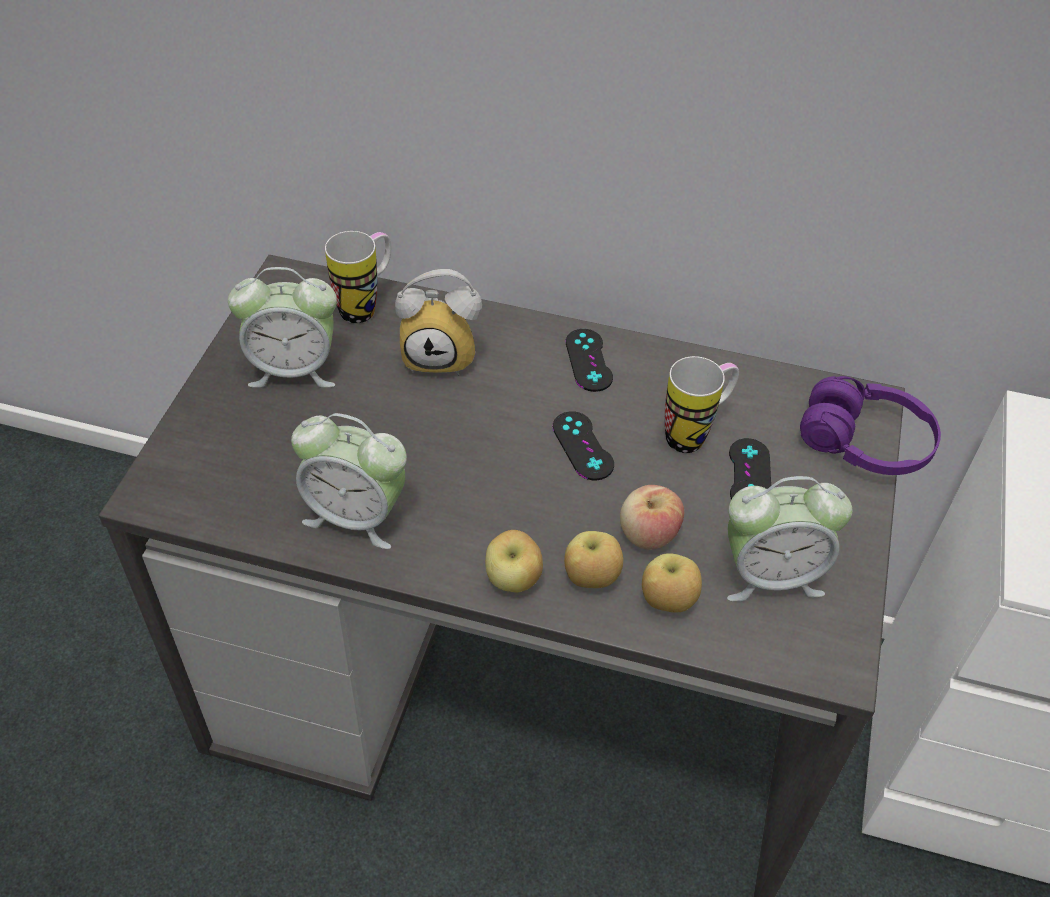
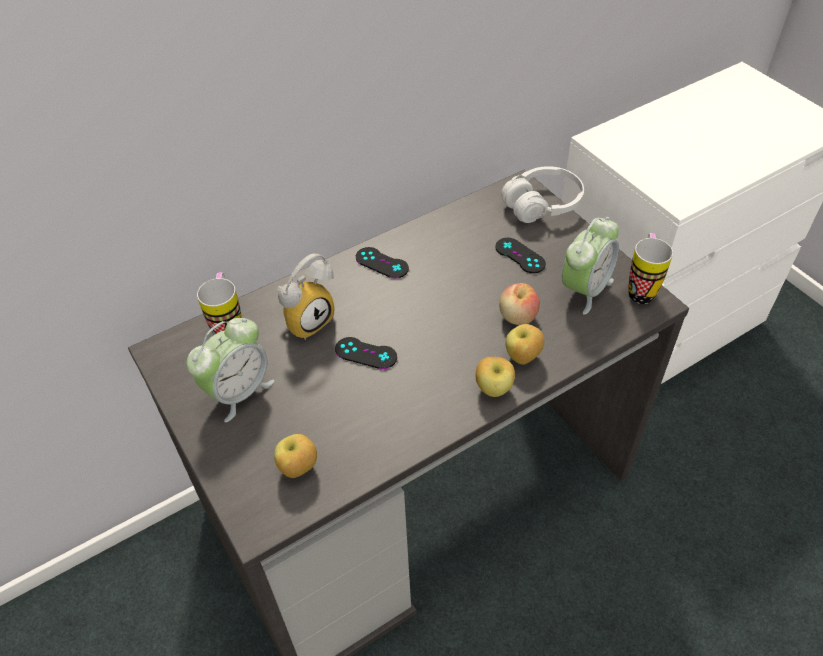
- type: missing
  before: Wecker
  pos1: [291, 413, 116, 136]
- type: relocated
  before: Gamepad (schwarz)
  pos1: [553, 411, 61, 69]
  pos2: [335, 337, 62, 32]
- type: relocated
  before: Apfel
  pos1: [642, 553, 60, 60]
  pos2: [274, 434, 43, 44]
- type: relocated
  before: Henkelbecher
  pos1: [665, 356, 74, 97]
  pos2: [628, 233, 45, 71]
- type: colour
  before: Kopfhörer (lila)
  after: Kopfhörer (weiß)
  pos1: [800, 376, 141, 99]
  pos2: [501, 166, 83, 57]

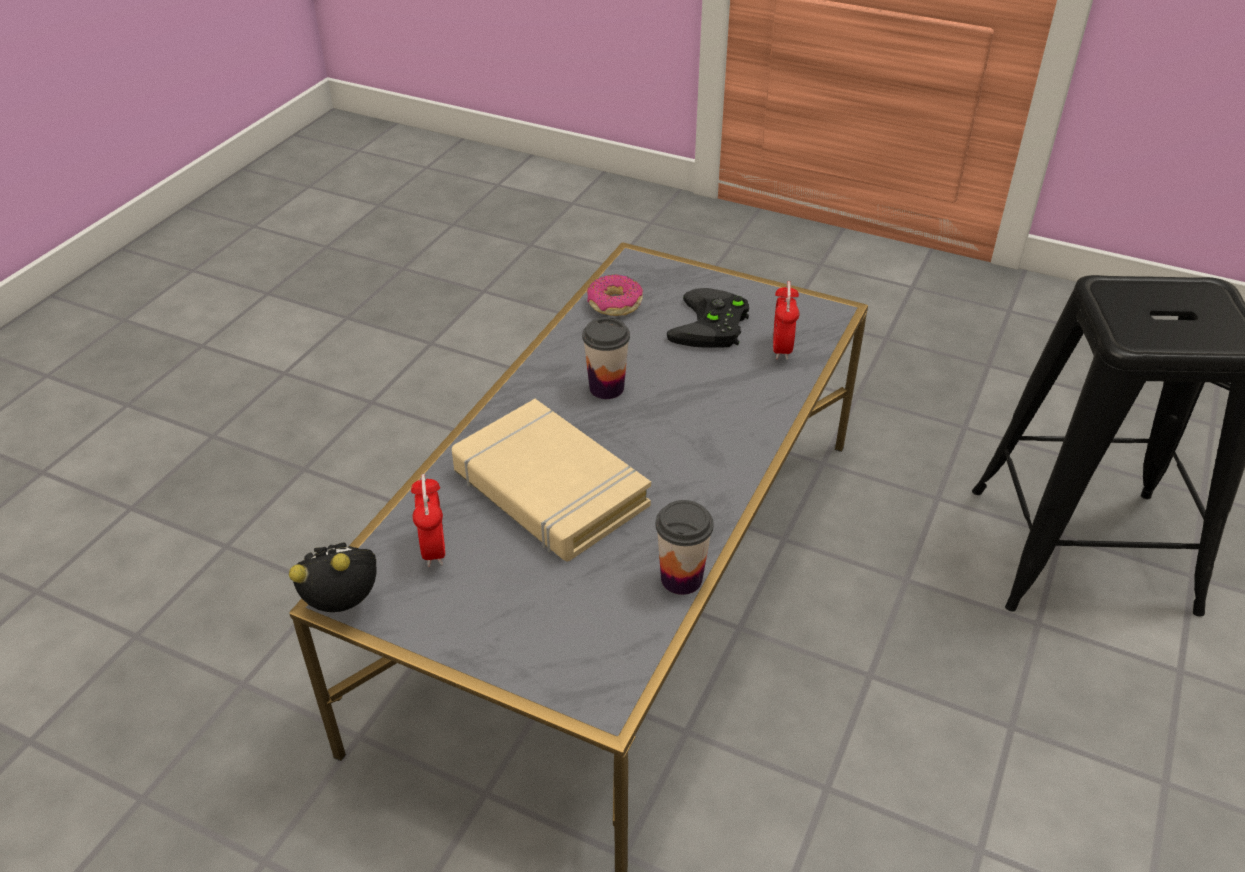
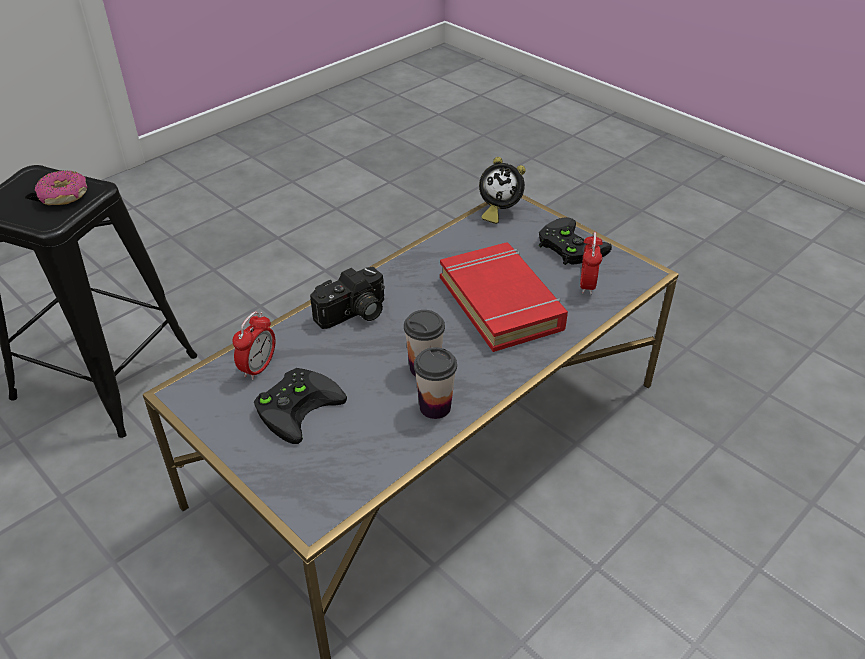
- type: relocated
  before: Wecker
  pos1: [289, 542, 88, 70]
  pos2: [479, 157, 47, 67]
- type: colour
  before: Buch (beige)
  after: Buch (rot)
  pos1: [452, 399, 199, 162]
  pos2: [440, 243, 128, 109]
- type: relocated
  before: Donut
  pos1: [587, 275, 56, 41]
  pos2: [35, 170, 52, 35]
- type: relocated
  before: Tasse
  pos1: [656, 500, 58, 95]
  pos2: [414, 347, 43, 72]
- type: appeared
  after: Kamera
  pos2: [310, 267, 75, 62]
- type: appeared
  after: Gamepad (schwarz)
  pos2: [539, 217, 73, 48]

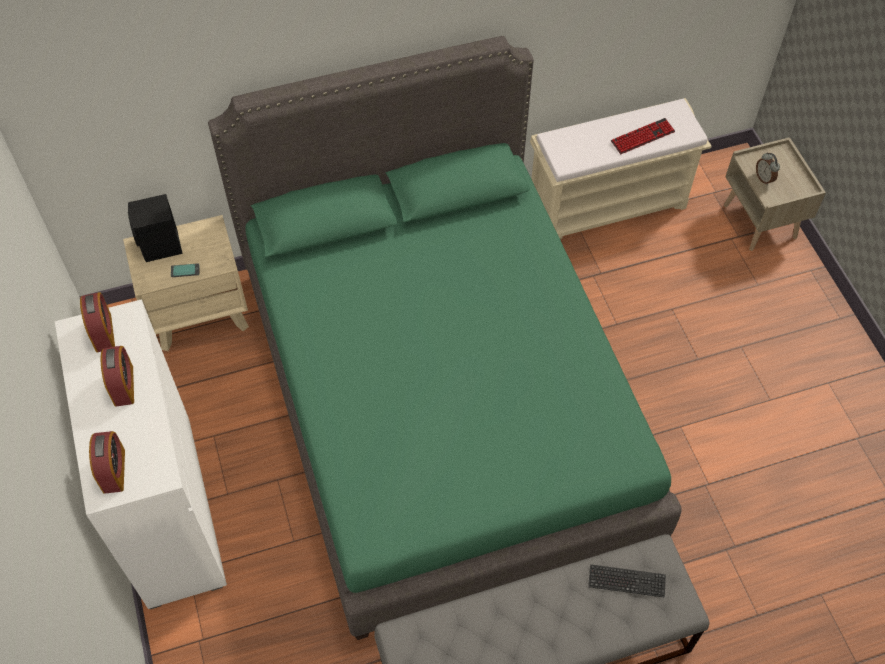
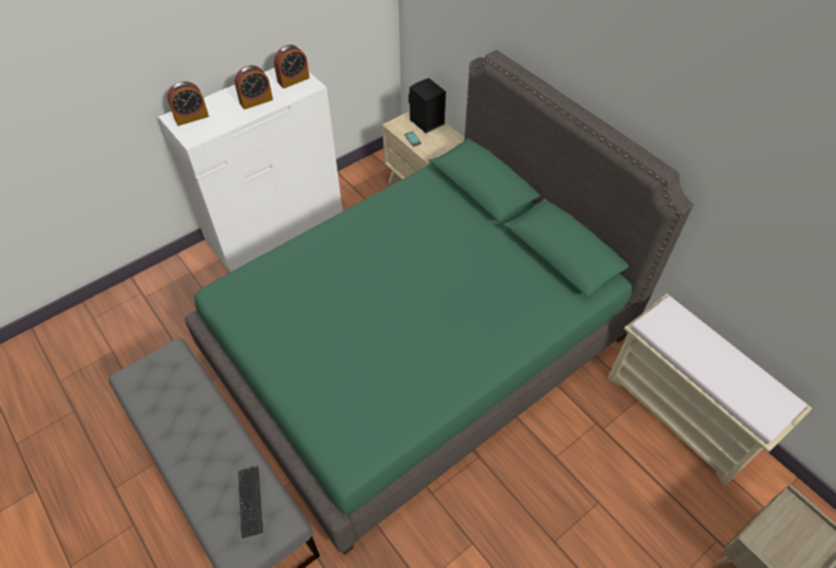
- type: missing
  before: Tastatur
  pos1: [611, 118, 64, 36]
- type: missing
  before: Wecker
  pos1: [756, 152, 24, 33]

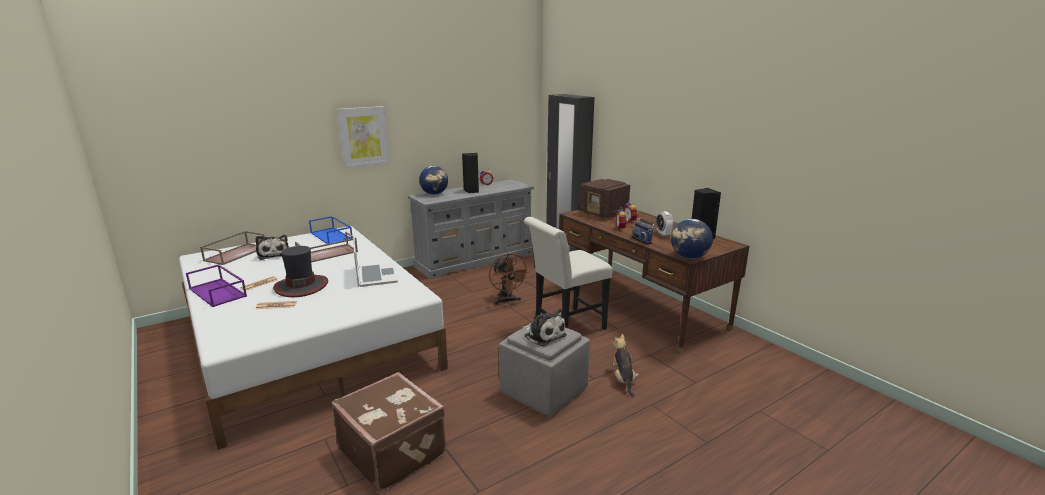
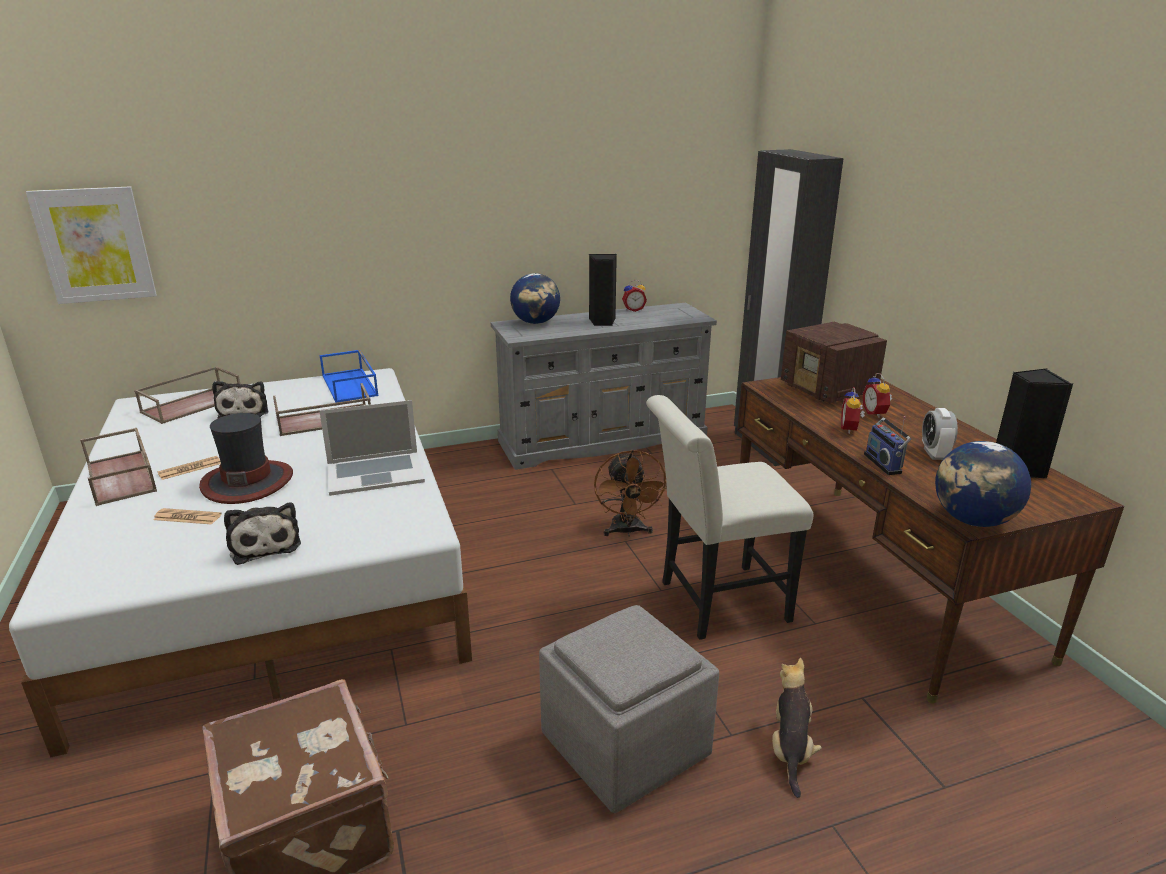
- type: colour
  before: Tablett (lila)
  after: Tablett (braun)
  pos1: [186, 264, 61, 43]
  pos2: [80, 428, 77, 78]
- type: relocated
  before: Bild
  pos1: [337, 106, 52, 62]
  pos2: [26, 186, 131, 118]
- type: spun
  before: Laptop
  pos1: [353, 236, 45, 51]
  pos2: [319, 400, 106, 96]
  turn: 75
- type: relocated
  before: Plüschtier
  pos1: [523, 309, 44, 38]
  pos2: [224, 502, 77, 63]

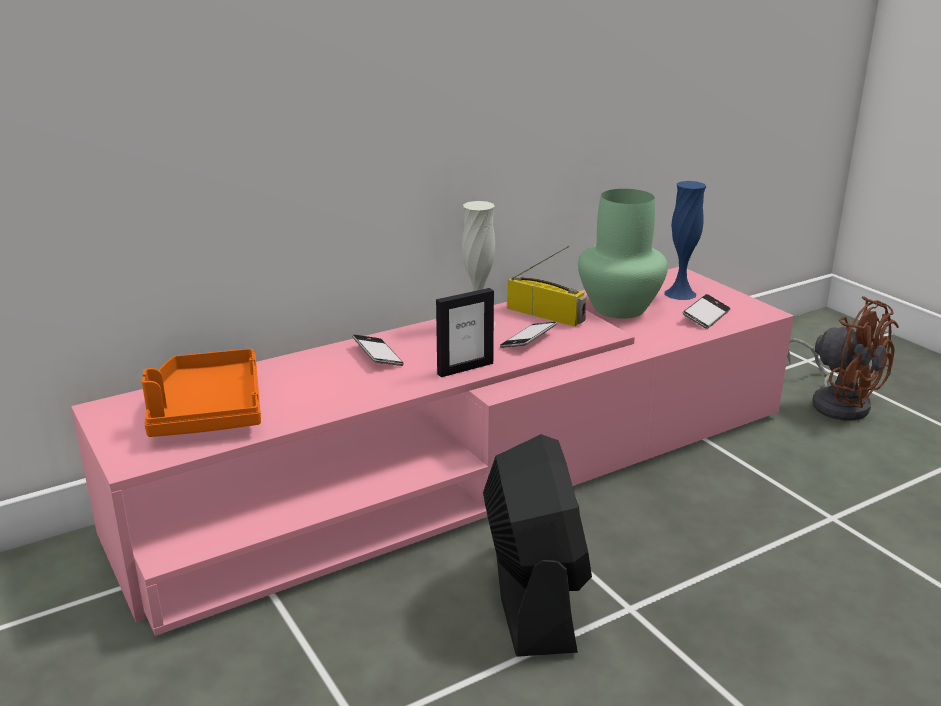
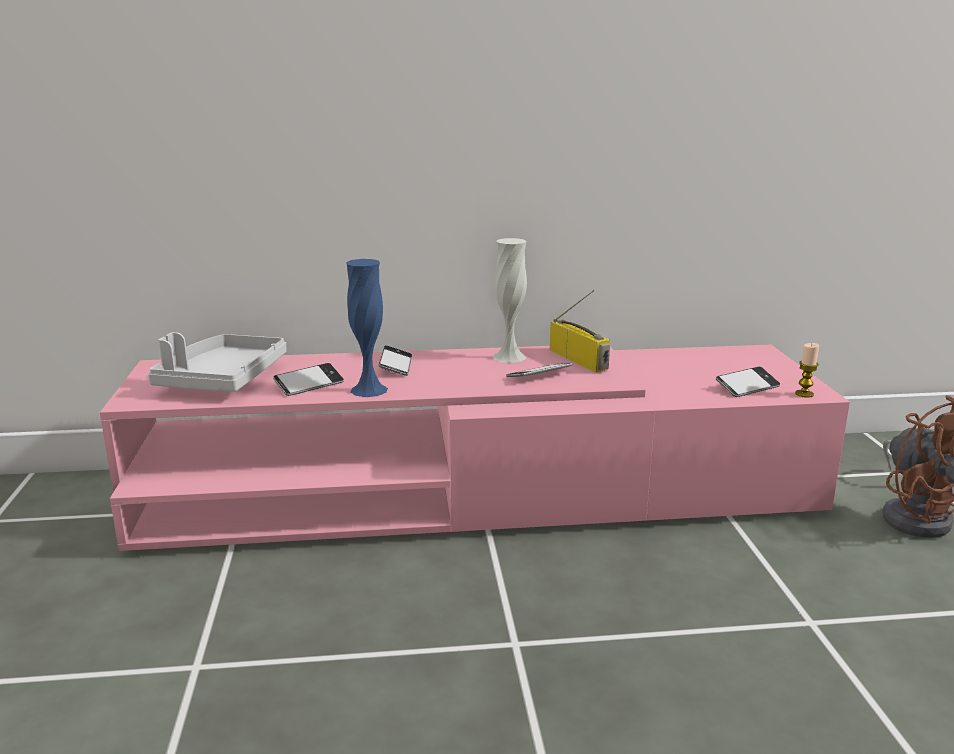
- type: colour
  before: Tablett (orange)
  after: Tablett (grau)
  pos1: [142, 348, 119, 89]
  pos2: [148, 332, 139, 60]
- type: missing
  before: Bilderrahmen
  pos1: [436, 288, 58, 89]
- type: missing
  before: Ventilator (schwarz)
  pos1: [483, 434, 109, 223]
- type: missing
  before: Vase (grün)
  pos1: [578, 189, 90, 130]
- type: relocated
  before: Vase (blau)
  pos1: [664, 181, 42, 119]
  pos2: [346, 259, 42, 138]
- type: appeared
  after: Handy
  pos2: [273, 363, 71, 33]
- type: appeared
  after: Kerze
  pos2: [795, 343, 24, 55]

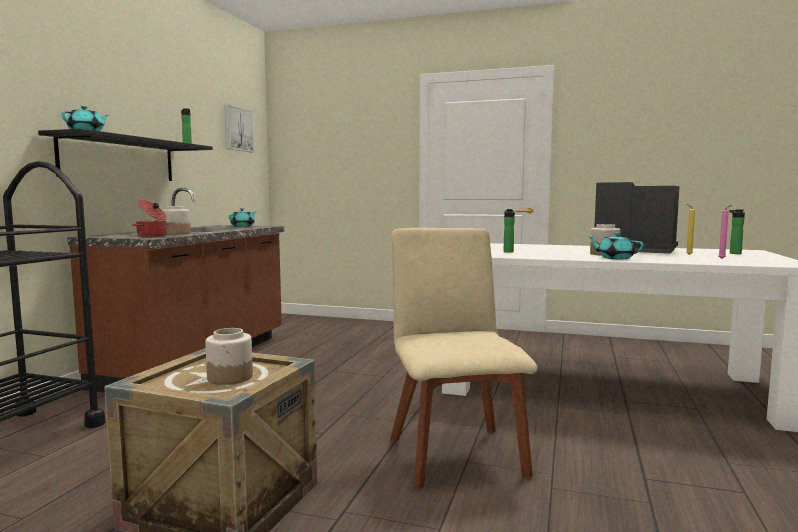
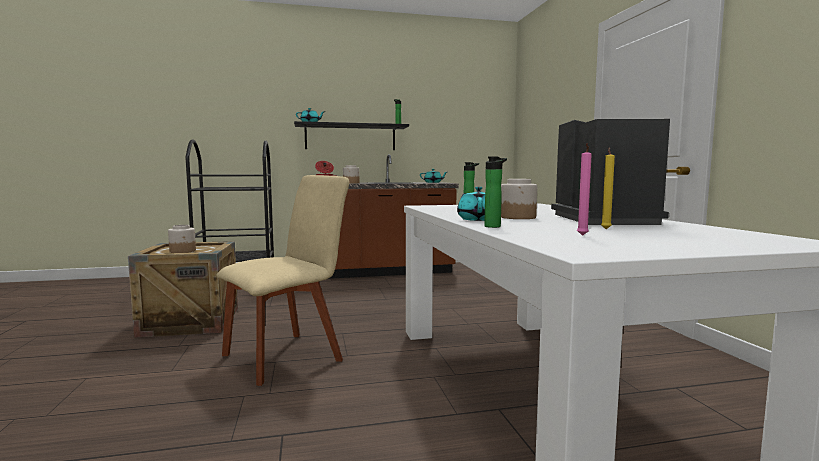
- type: missing
  before: Bild
  pos1: [224, 105, 30, 47]
- type: relocated
  before: Flasche
  pos1: [729, 209, 16, 45]
  pos2: [484, 156, 23, 72]

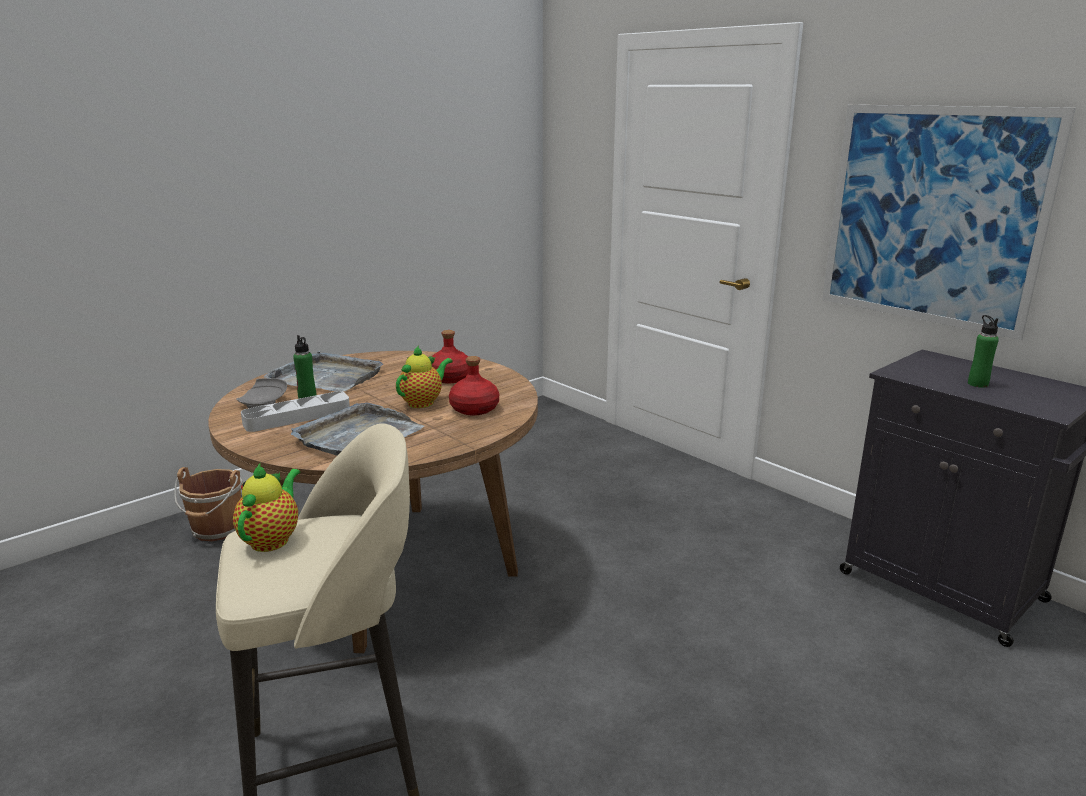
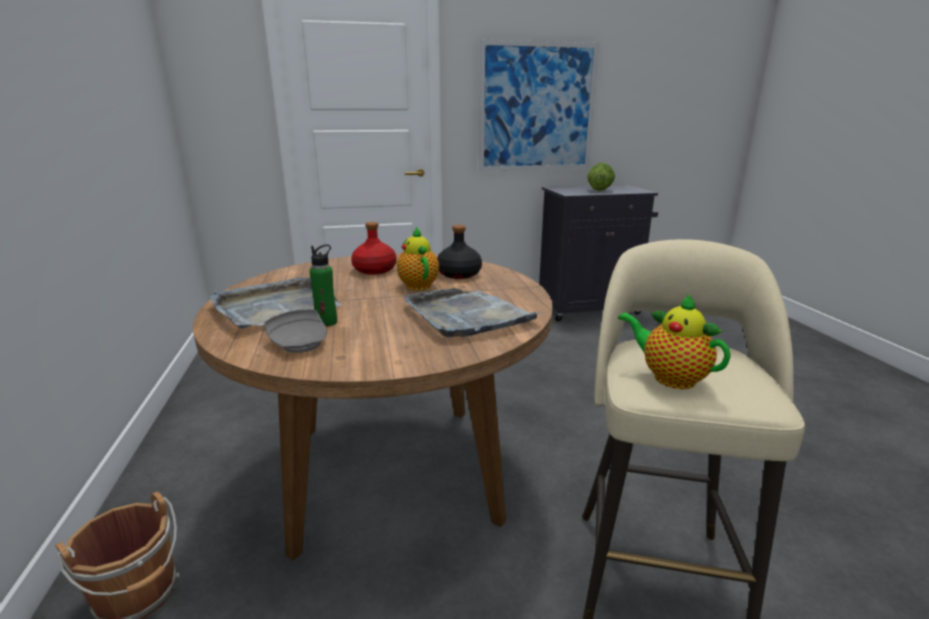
- type: missing
  before: Tablett (grau)
  pos1: [241, 391, 109, 41]
- type: colour
  before: Flasche (rot)
  after: Flasche (schwarz)
  pos1: [449, 356, 50, 59]
  pos2: [437, 225, 45, 54]
- type: exchanged
  before: Flasche (grün)
  after: Salatkopf
  pos1: [968, 315, 31, 73]
  pos2: [587, 162, 28, 29]

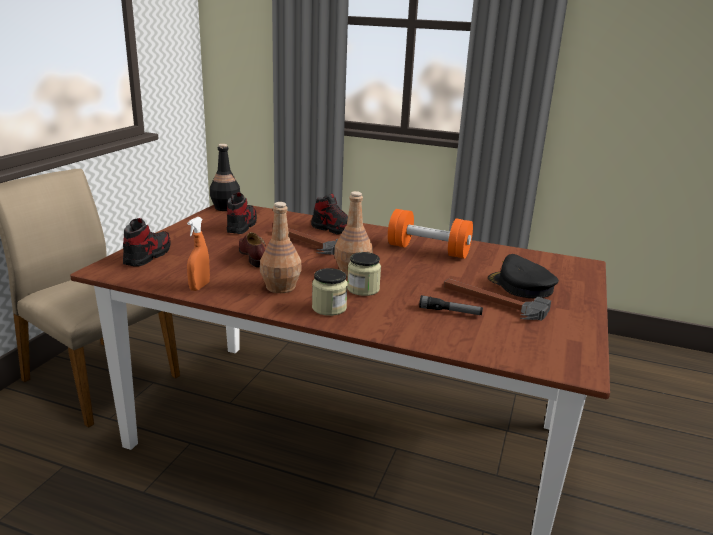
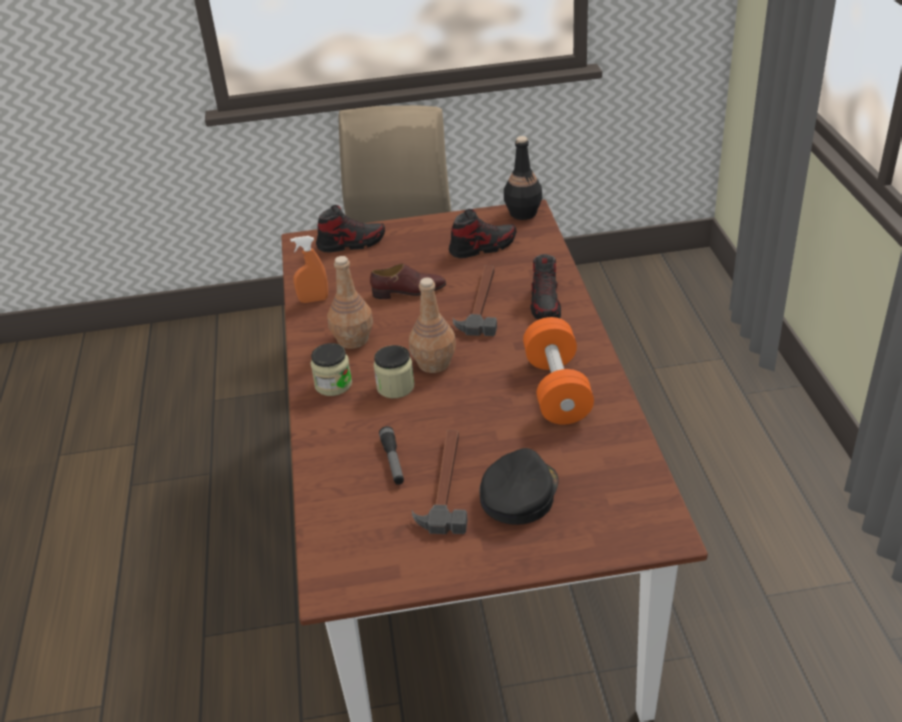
- type: spun
  before: Schuh (braun)
  pos1: [239, 232, 27, 36]
  pos2: [370, 263, 76, 36]
  turn: 45

